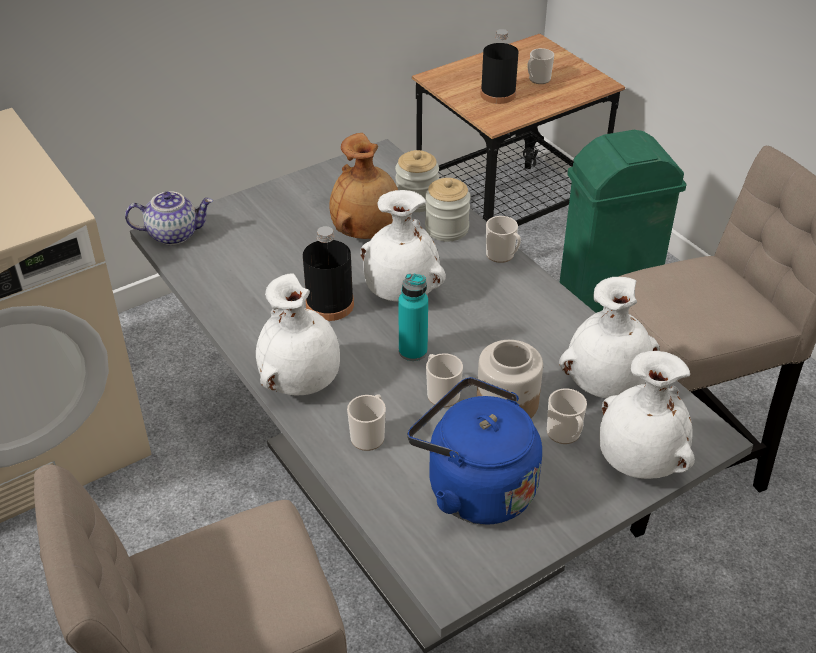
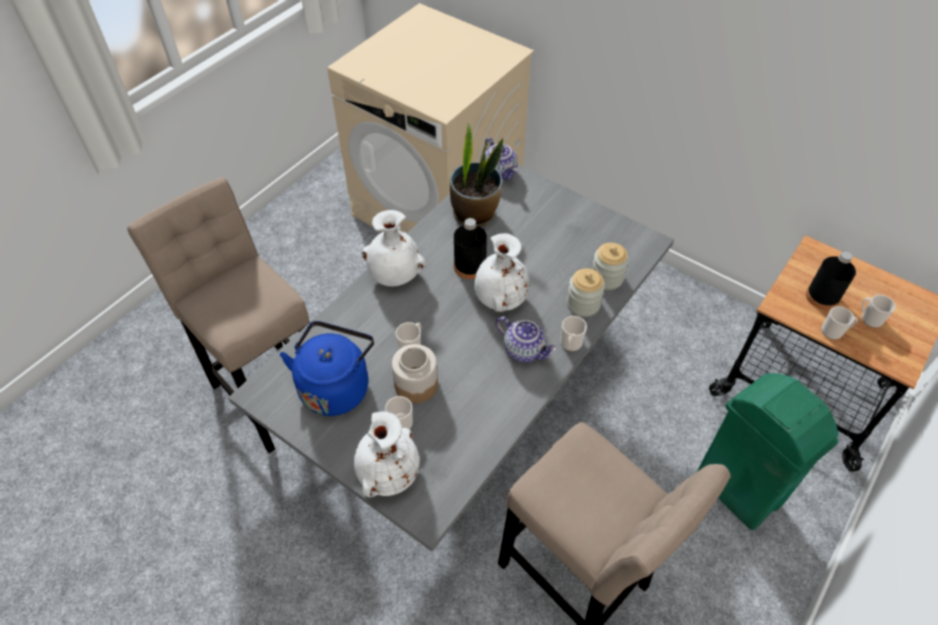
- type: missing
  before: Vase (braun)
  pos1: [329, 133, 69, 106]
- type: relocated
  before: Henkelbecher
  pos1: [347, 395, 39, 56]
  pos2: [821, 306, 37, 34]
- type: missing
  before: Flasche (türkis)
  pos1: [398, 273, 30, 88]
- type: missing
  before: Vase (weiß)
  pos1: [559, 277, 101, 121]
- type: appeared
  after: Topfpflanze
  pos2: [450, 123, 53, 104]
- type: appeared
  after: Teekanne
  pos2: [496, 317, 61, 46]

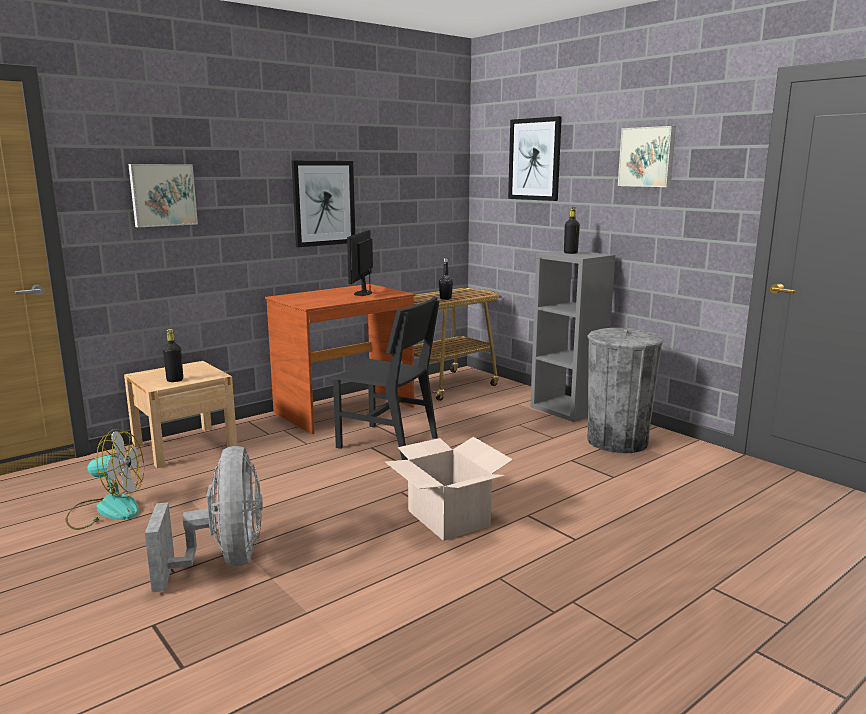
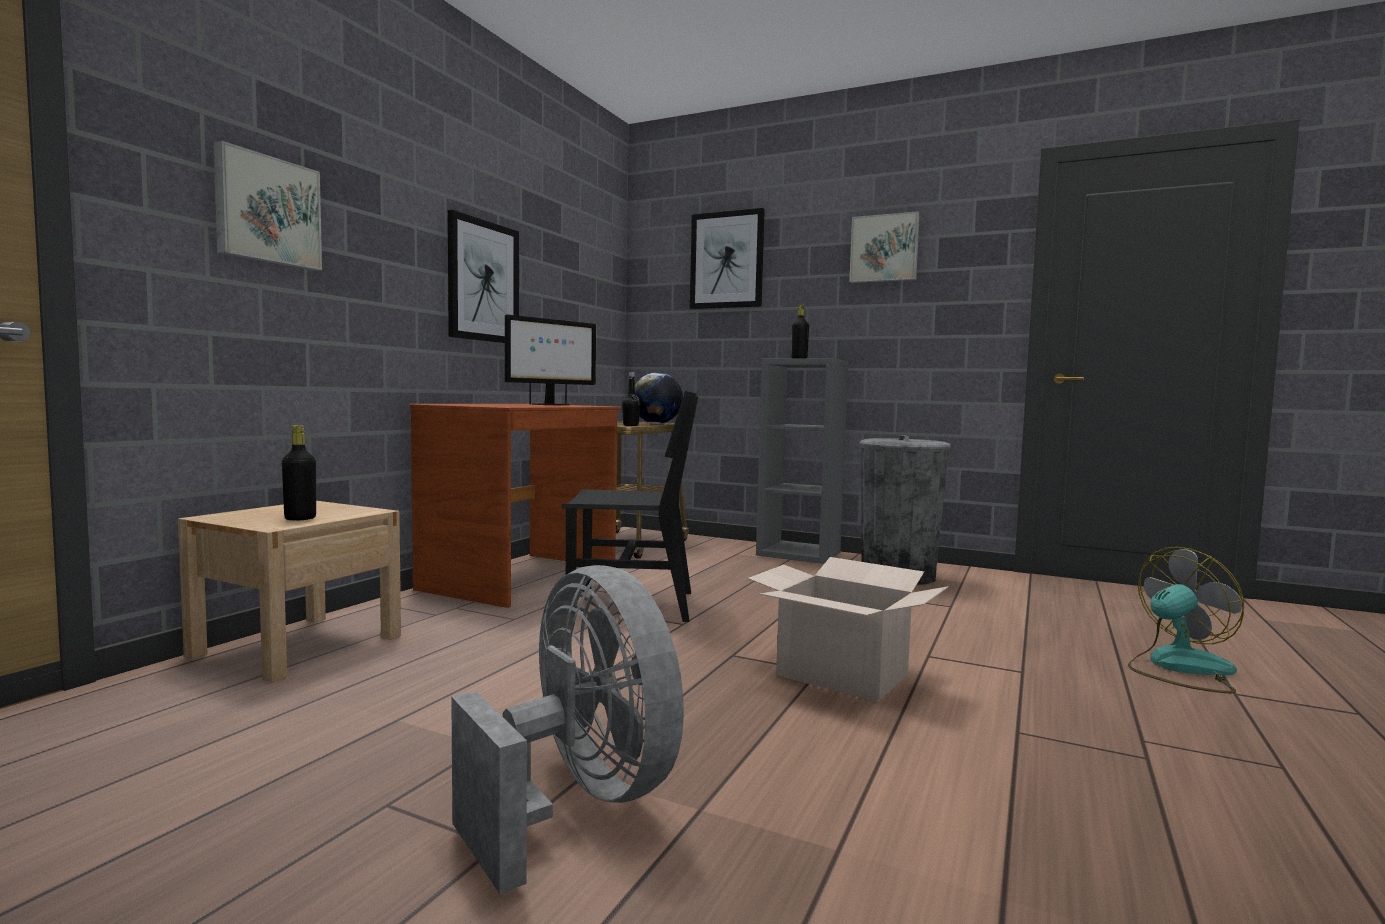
- type: relocated
  before: Ventilator
  pos1: [66, 429, 78, 101]
  pos2: [1128, 547, 116, 146]
- type: spun
  before: Monitor
  pos1: [347, 230, 26, 66]
  pos2: [505, 314, 91, 91]
  turn: -120
- type: appeared
  after: Globus
  pos2: [635, 372, 48, 52]

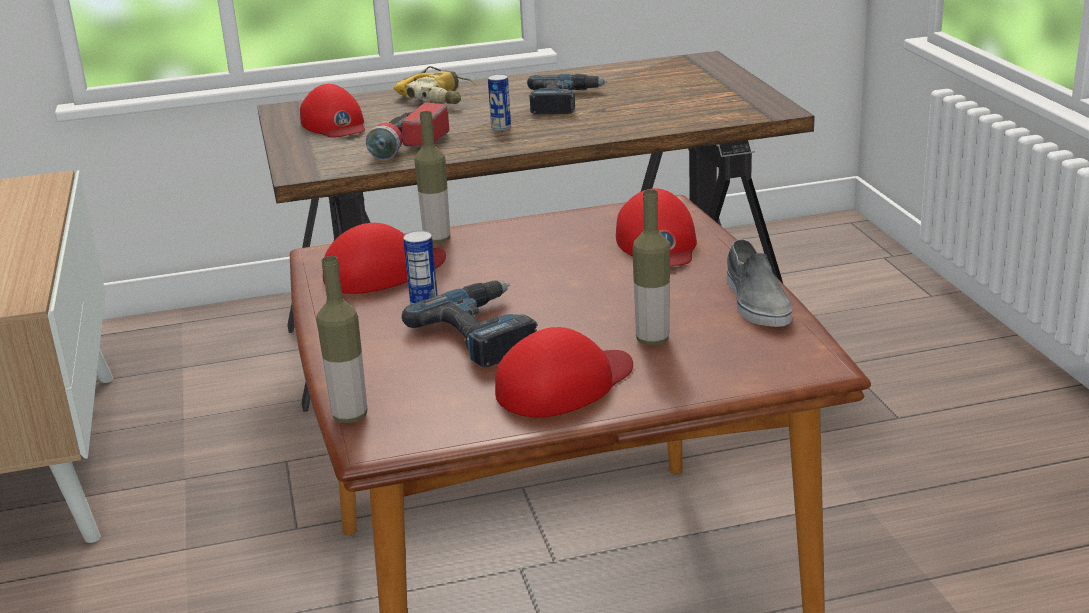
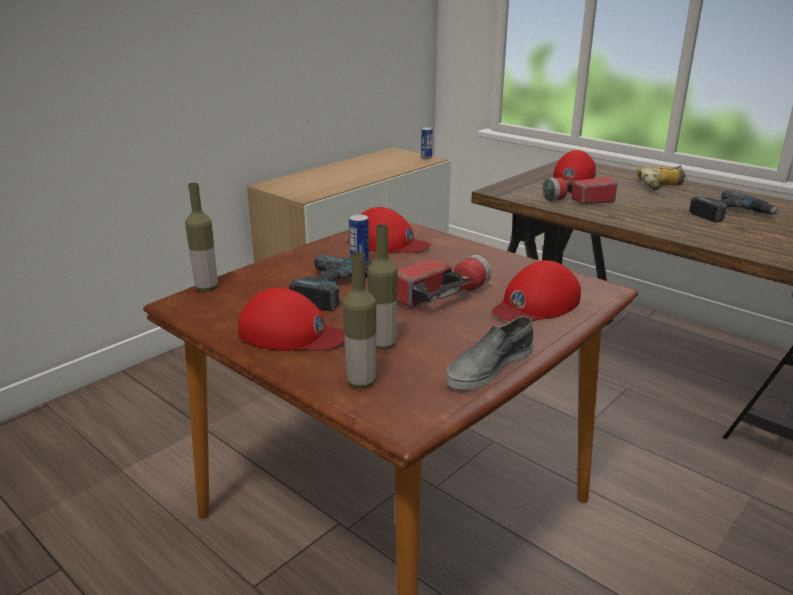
- type: relocated
  before: Flasche
  pos1: [414, 111, 37, 133]
  pos2: [342, 252, 34, 137]
- type: relocated
  before: Dose
  pos1: [488, 74, 23, 57]
  pos2: [421, 127, 12, 32]
- type: appeared
  after: Taschenlampe
  pos2: [397, 255, 94, 53]

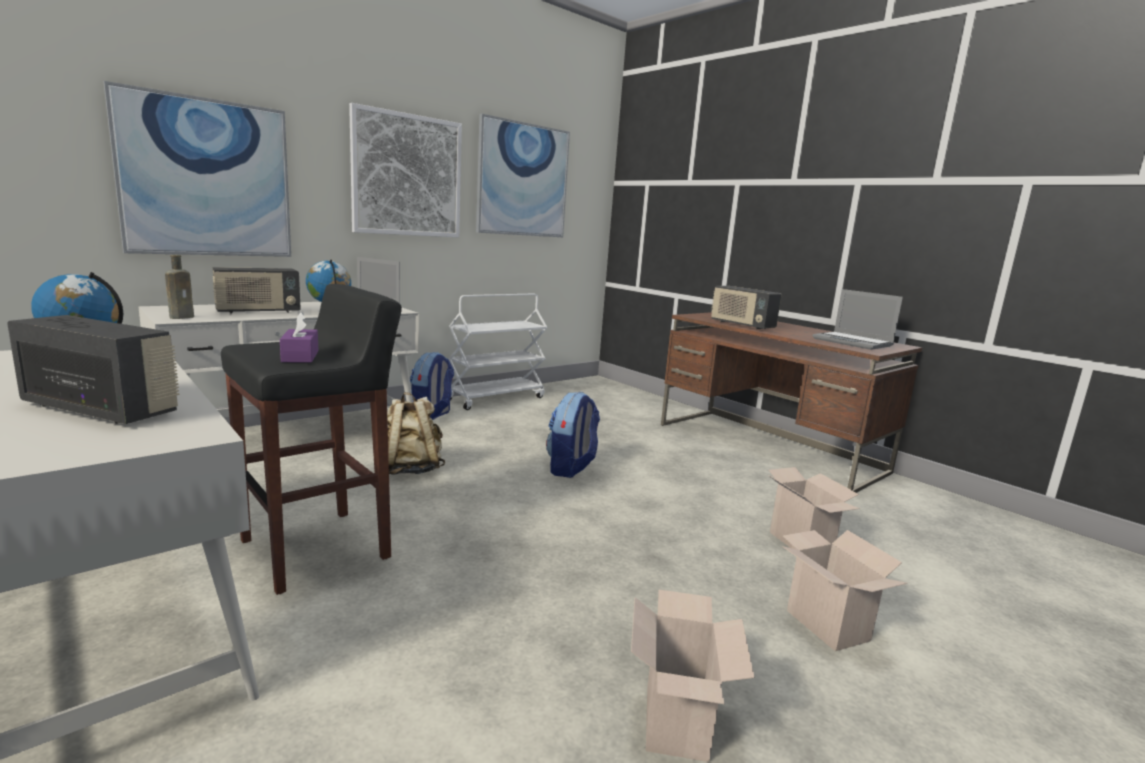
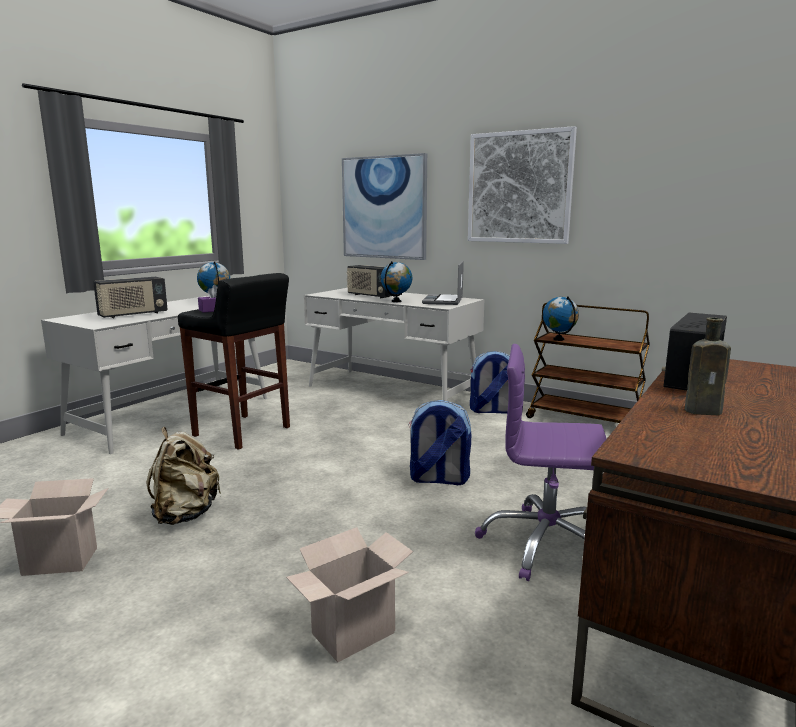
- type: spun
  before: Radio
  pos1: [7, 315, 172, 109]
  pos2: [93, 277, 75, 41]
  turn: 45
- type: relocated
  before: Flasche (braun)
  pos1: [165, 255, 29, 64]
  pos2: [685, 317, 46, 98]
- type: relocated
  before: Rucksack (beige)
  pos1: [387, 392, 58, 83]
  pos2: [146, 427, 75, 98]
- type: colour
  before: Rollwagen (weiß)
  after: Rollwagen (braun)
  pos1: [448, 293, 100, 117]
  pos2: [526, 302, 124, 124]
- type: missing
  before: Bild
  pos1: [476, 114, 94, 123]
- type: missing
  before: Karton
  pos1: [783, 530, 125, 121]
- type: missing
  before: Laptop
  pos1: [813, 289, 90, 61]
- type: appeared
  after: Bürostuhl (lila)
  pos2: [475, 344, 132, 237]
- type: appeared
  after: Globus
  pos2: [543, 296, 36, 45]

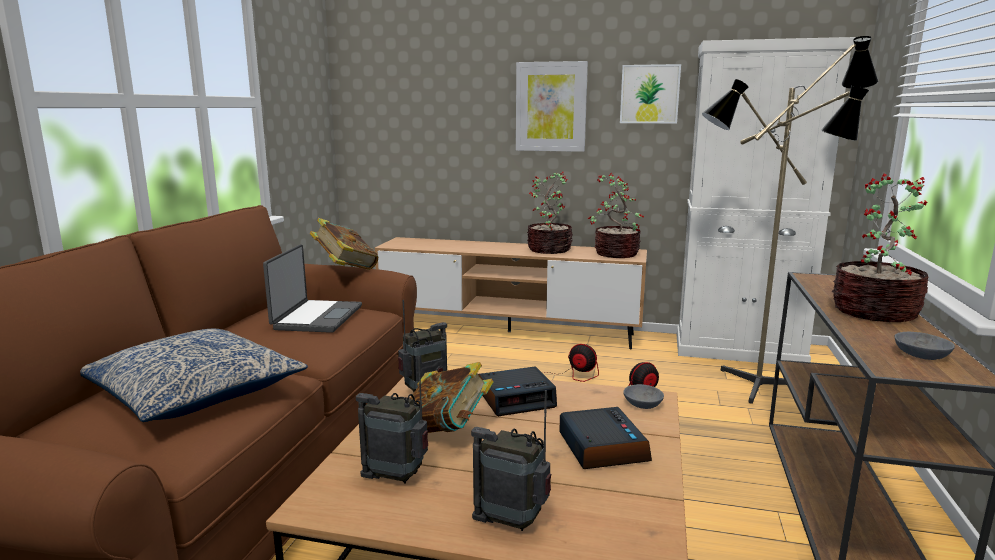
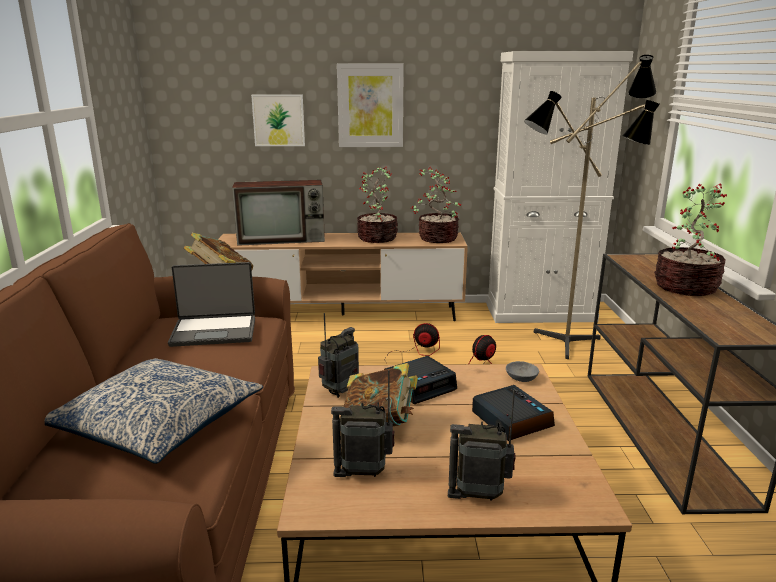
- type: spun
  before: Laptop
  pos1: [263, 244, 99, 89]
  pos2: [168, 262, 87, 85]
  turn: 90
- type: relocated
  before: Bild
  pos1: [620, 64, 61, 60]
  pos2: [251, 94, 54, 52]
- type: missing
  before: Schüssel (grau)
  pos1: [895, 332, 60, 28]
- type: appeared
  after: Fernseher
  pos2: [232, 180, 93, 66]

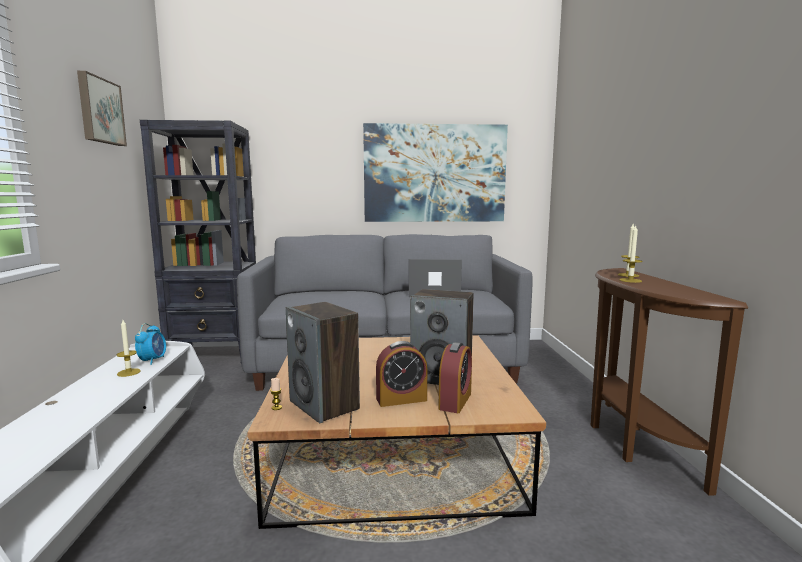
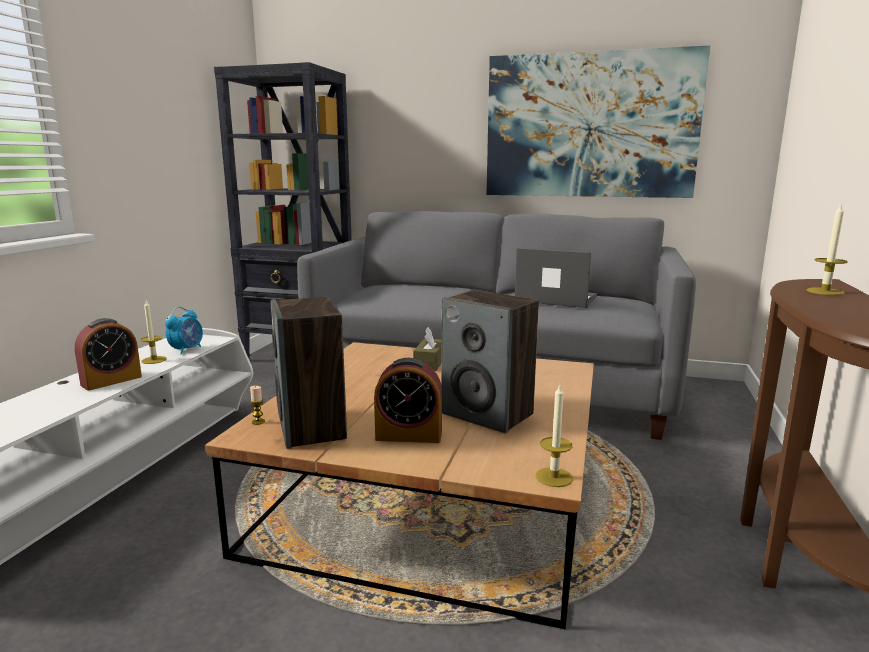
- type: missing
  before: Bild
  pos1: [77, 71, 50, 75]
- type: relocated
  before: Wecker
  pos1: [438, 342, 34, 71]
  pos2: [75, 318, 67, 73]
- type: relocated
  before: Kerze
  pos1: [619, 226, 23, 57]
  pos2: [536, 385, 37, 102]
- type: appeared
  after: Taschentuchbox (braun)
  pos2: [413, 327, 29, 44]

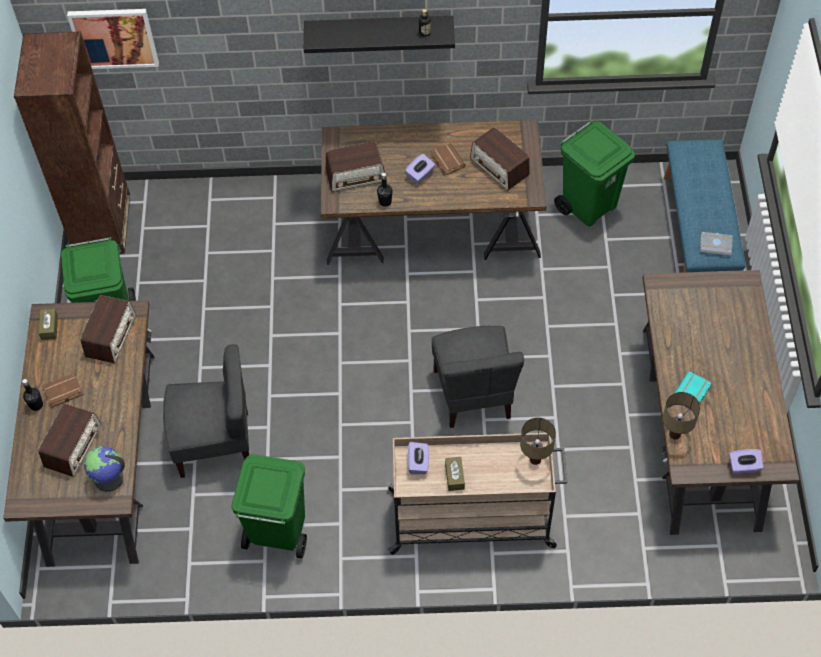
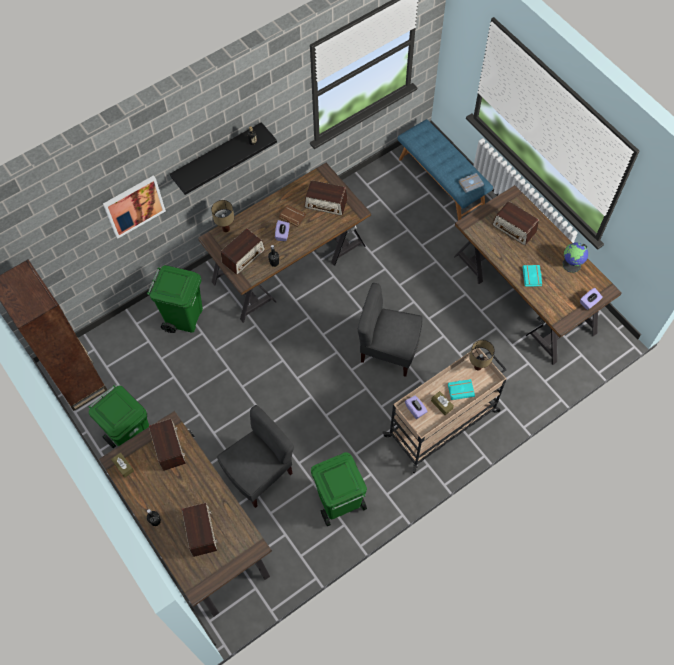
- type: missing
  before: Buch (braun)
  pos1: [43, 373, 40, 35]
- type: relocated
  before: Bild
  pos1: [67, 9, 92, 60]
  pos2: [103, 175, 63, 63]
- type: relocated
  before: Globus
  pos1: [84, 446, 41, 46]
  pos2: [563, 242, 26, 31]
- type: spun
  before: Stuhl (grau)
  pos1: [432, 326, 92, 102]
  pos2: [358, 283, 65, 94]
  turn: 150
- type: relocated
  before: Mülleimer (grün)
  pos1: [554, 120, 81, 106]
  pos2: [147, 265, 56, 68]
- type: relocated
  before: Tischlampe
  pos1: [663, 392, 37, 47]
  pos2: [211, 200, 23, 32]
- type: appeared
  after: Buch (türkis)
  pos2: [448, 379, 27, 21]
- type: appeared
  after: Radio
  pos2: [492, 201, 47, 44]

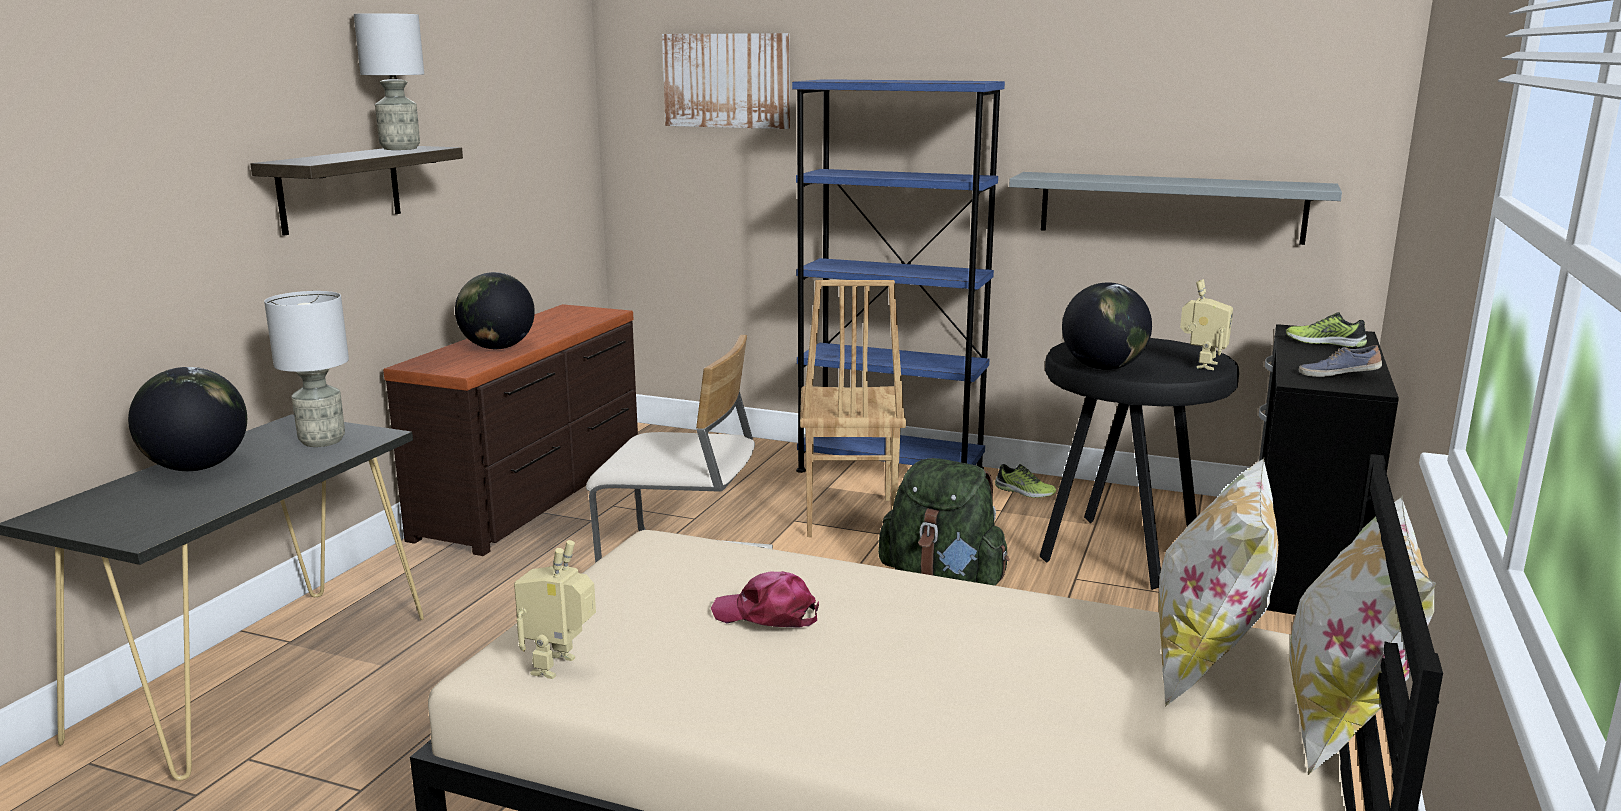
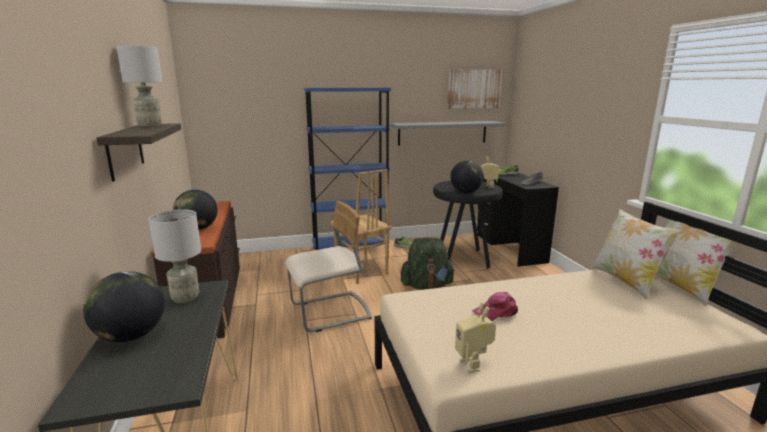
- type: relocated
  before: Bild
  pos1: [662, 33, 128, 96]
  pos2: [447, 69, 55, 40]

